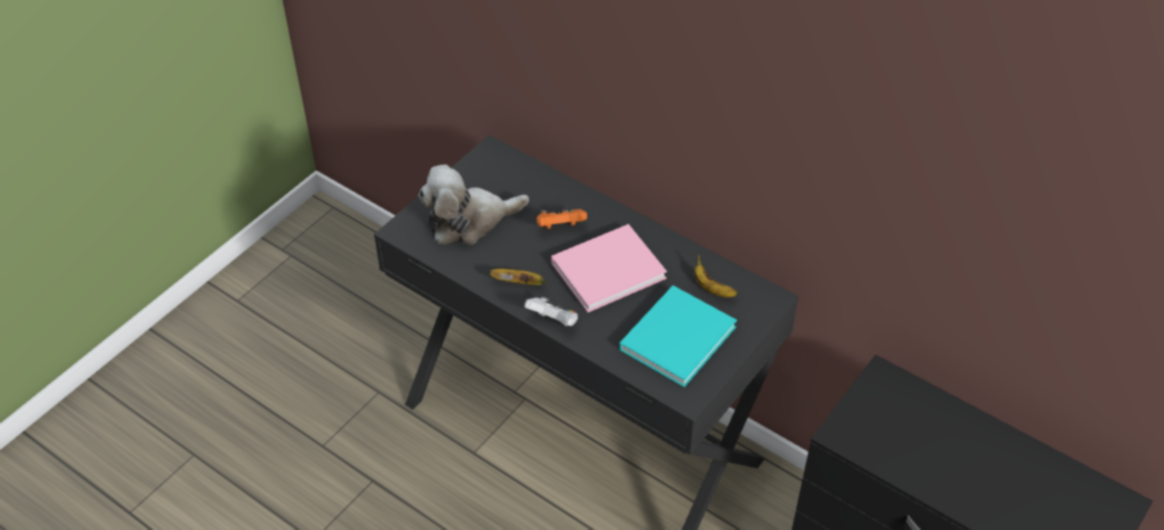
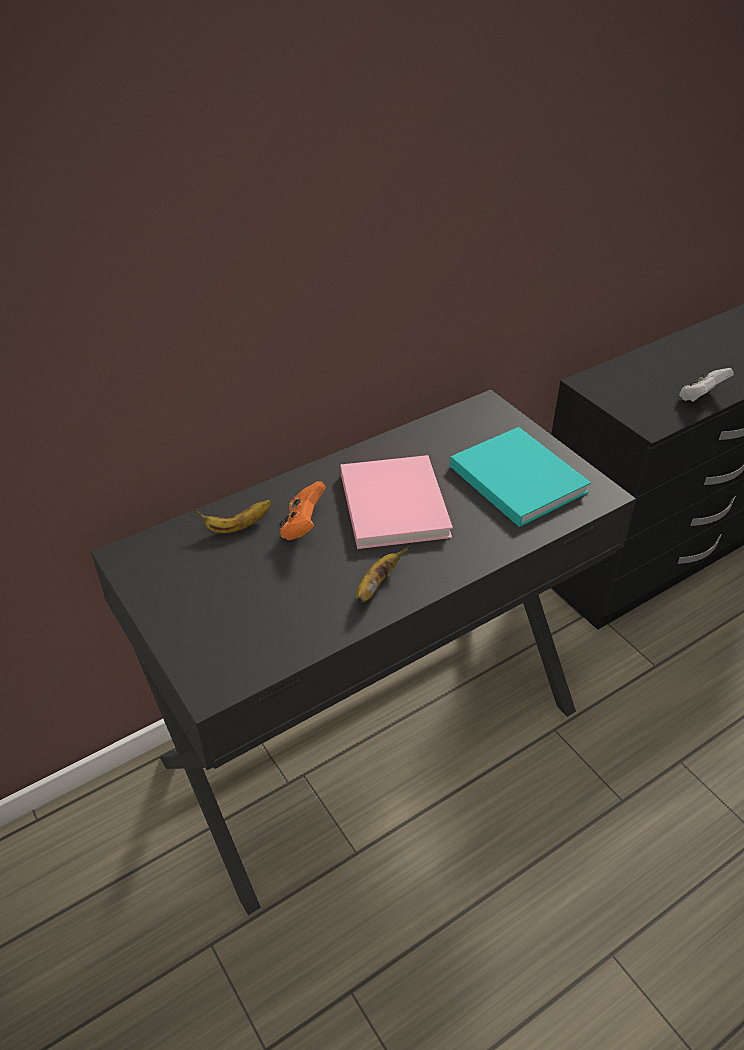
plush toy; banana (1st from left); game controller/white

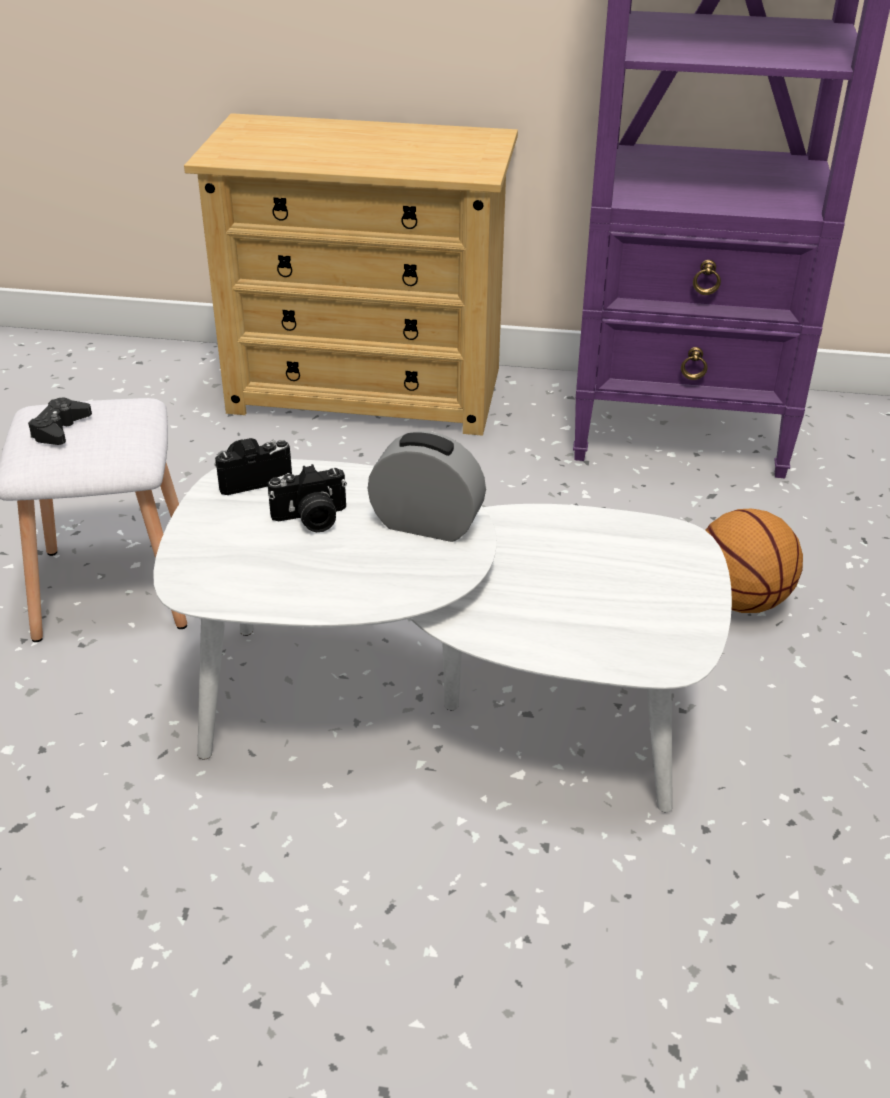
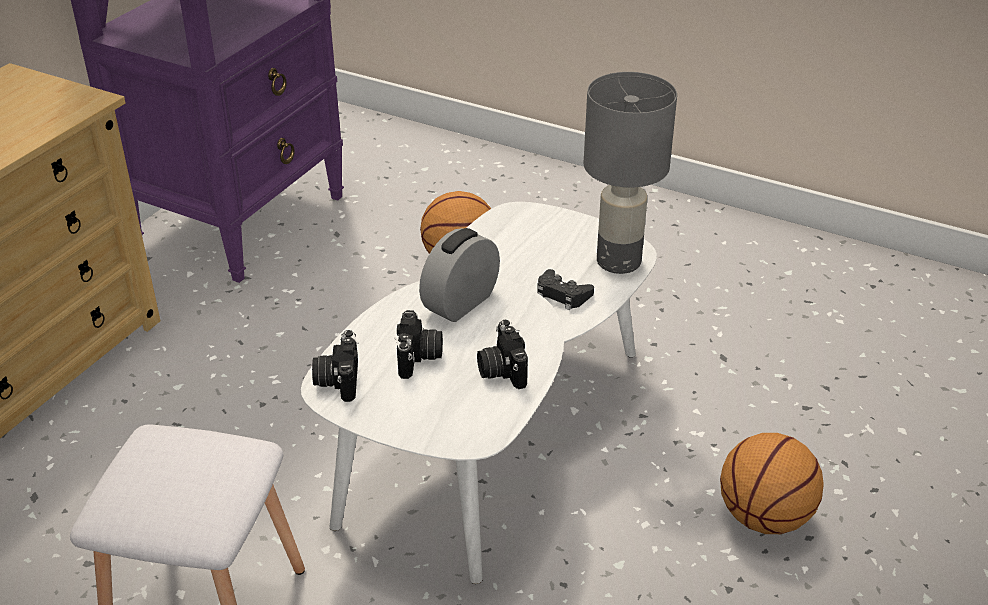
game controller/black; table lamp/grey; photo camera (3rd from left); basketball (2nd from left)

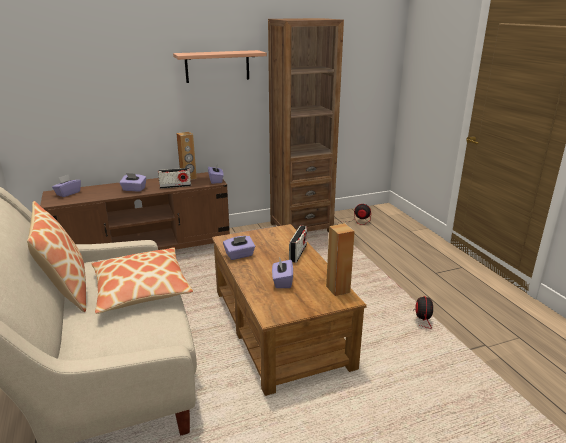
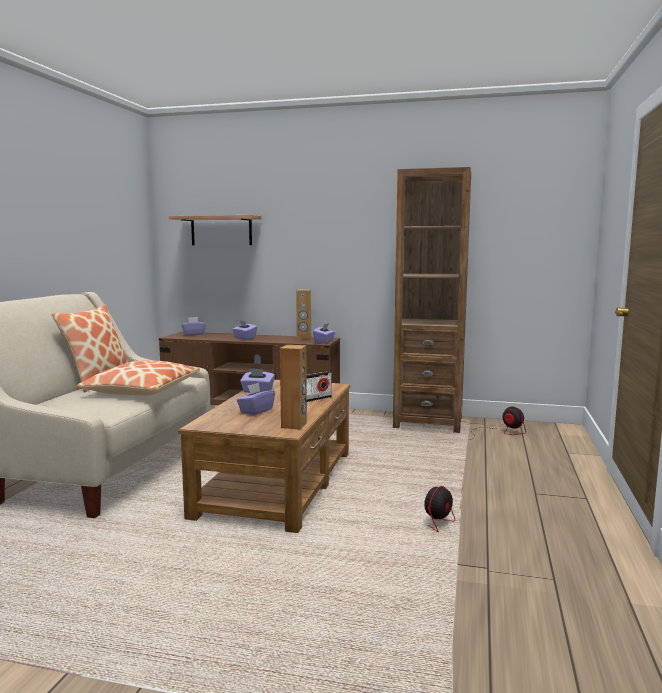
shelf; radio (1st from left in the first image)

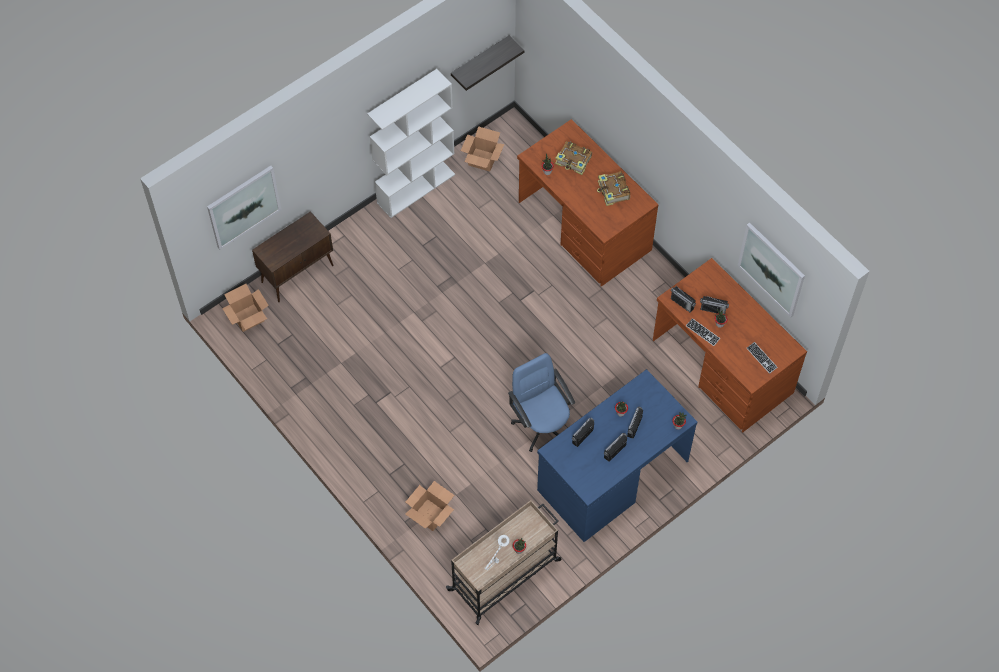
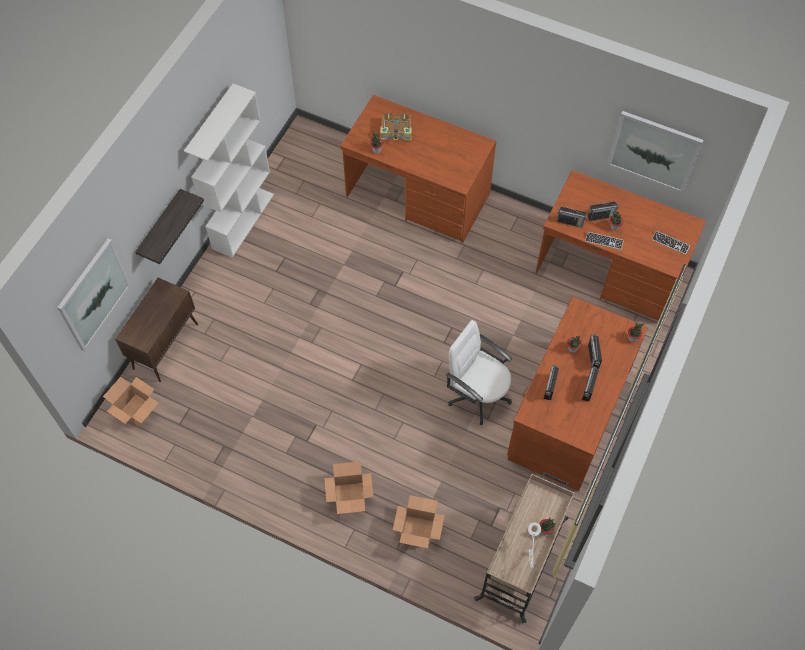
shelf; cardboard box (2nd from left); book (2nd from left in the first image); office chair/white; desk/brown (2nd from left)

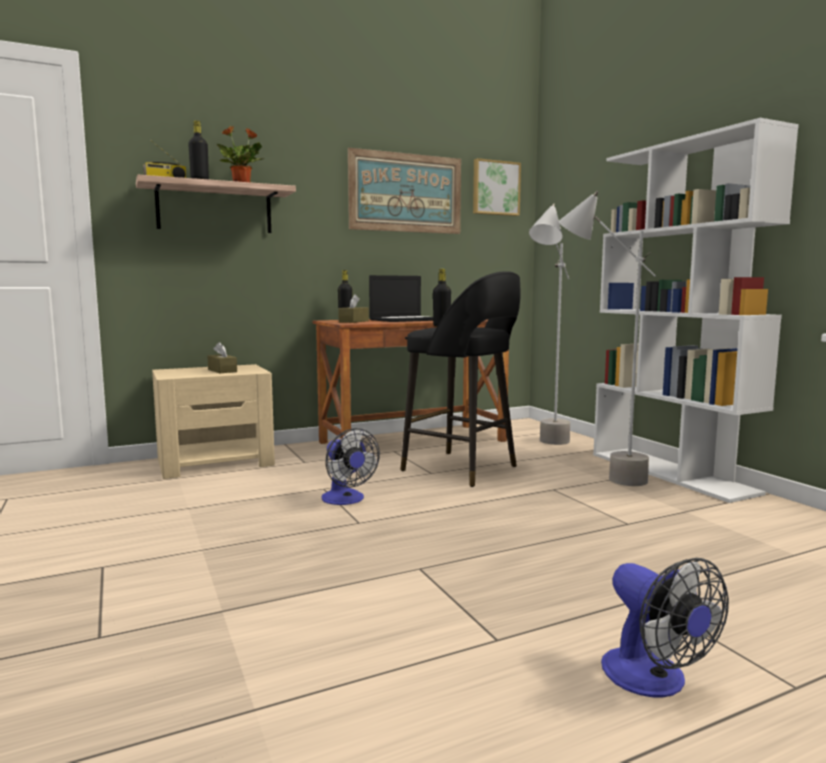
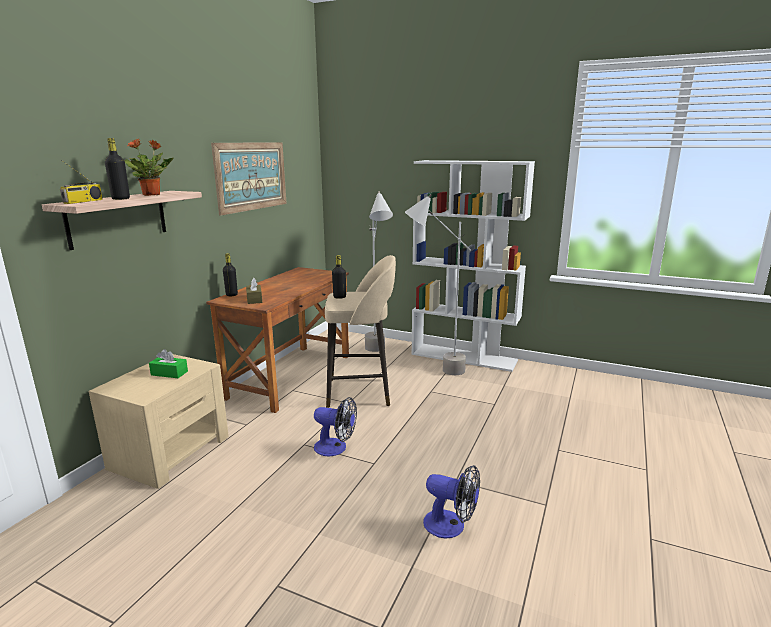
picture (2nd from left in the first image); stool/beige; laptop; tissue box/green; fan (2nd from left)

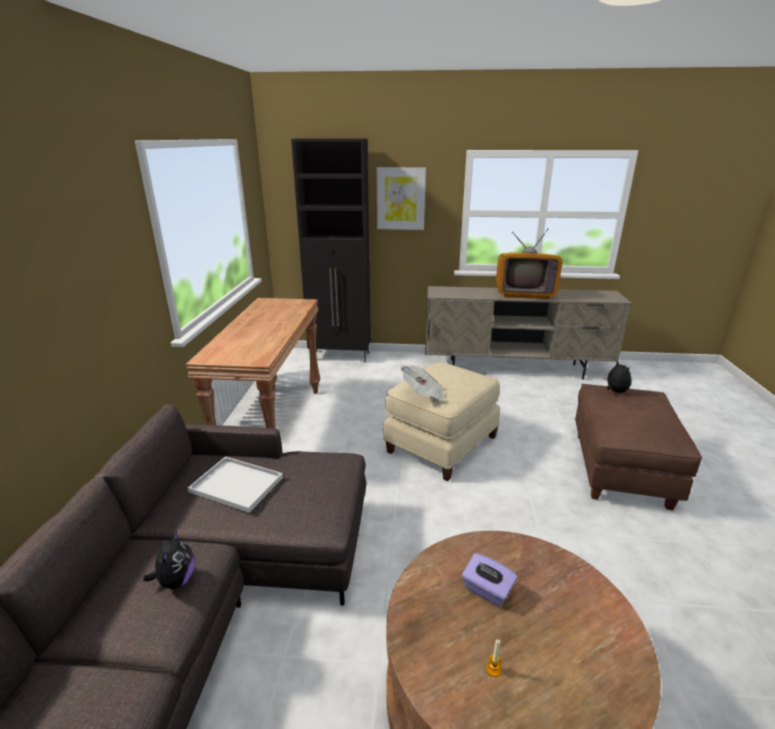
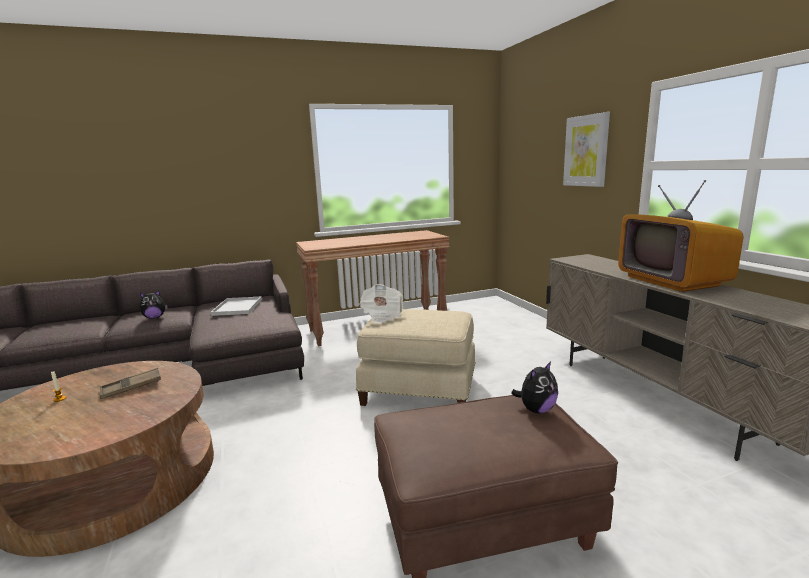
cabinet/black; tray/brown

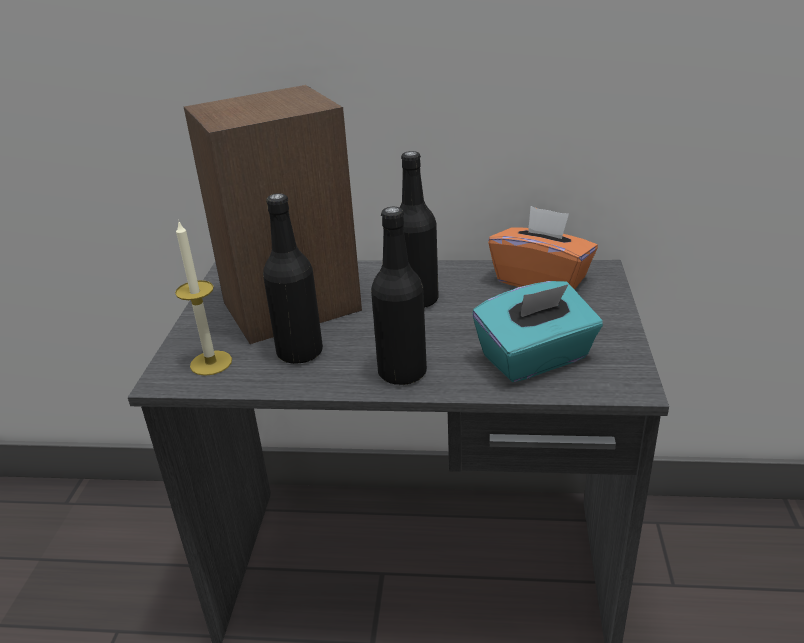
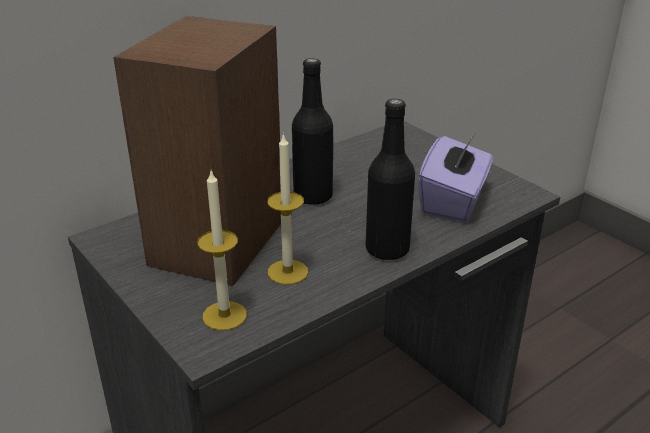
candle (2nd from left); tissue box/orange; tissue box/purple

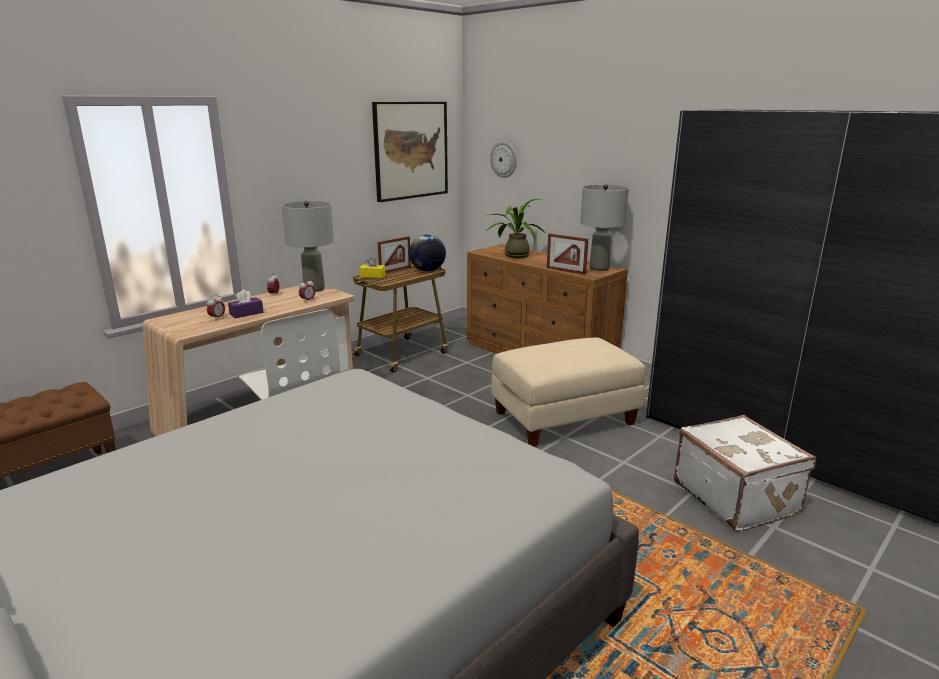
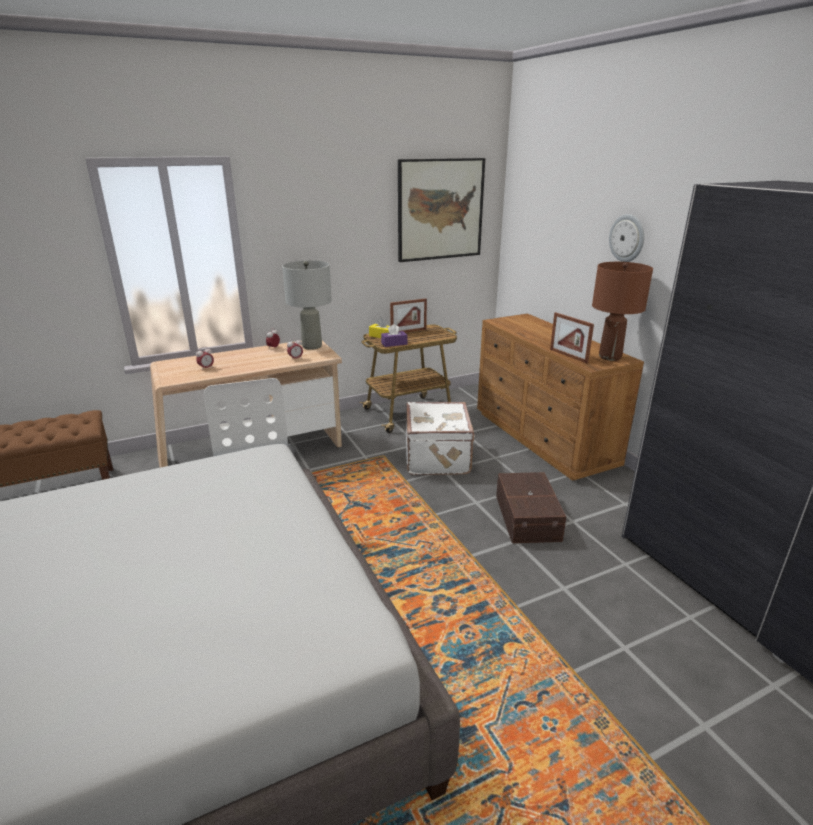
wall clock; table lamp/brown; potted plant; globe; tissue box/purple; storage box/brown; suitcase/white

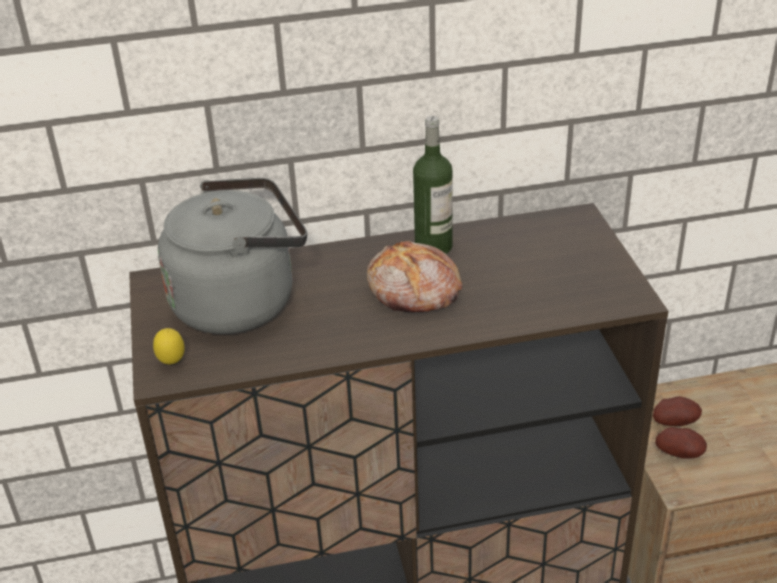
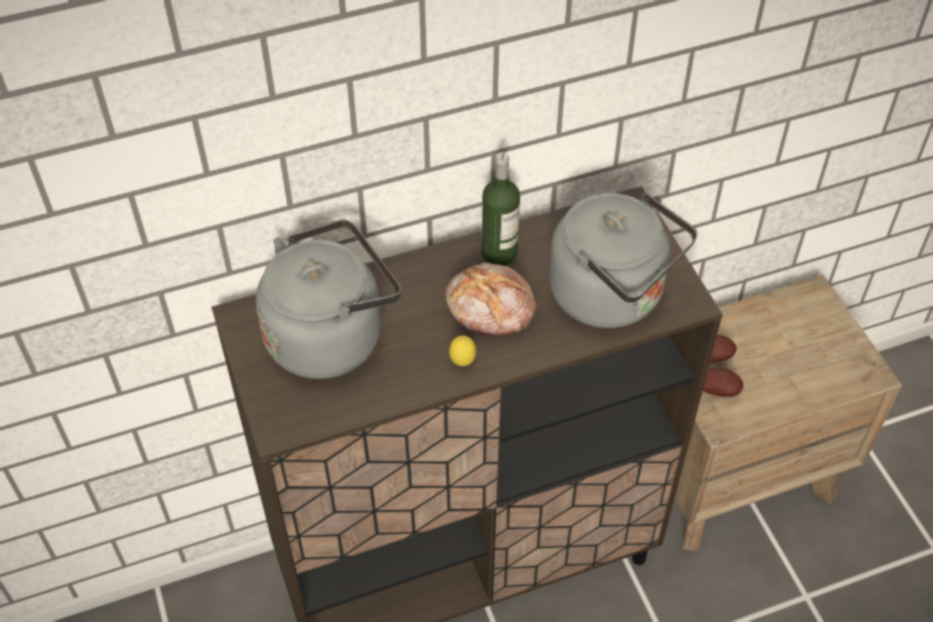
lemon; kettle/grey (2nd from left)

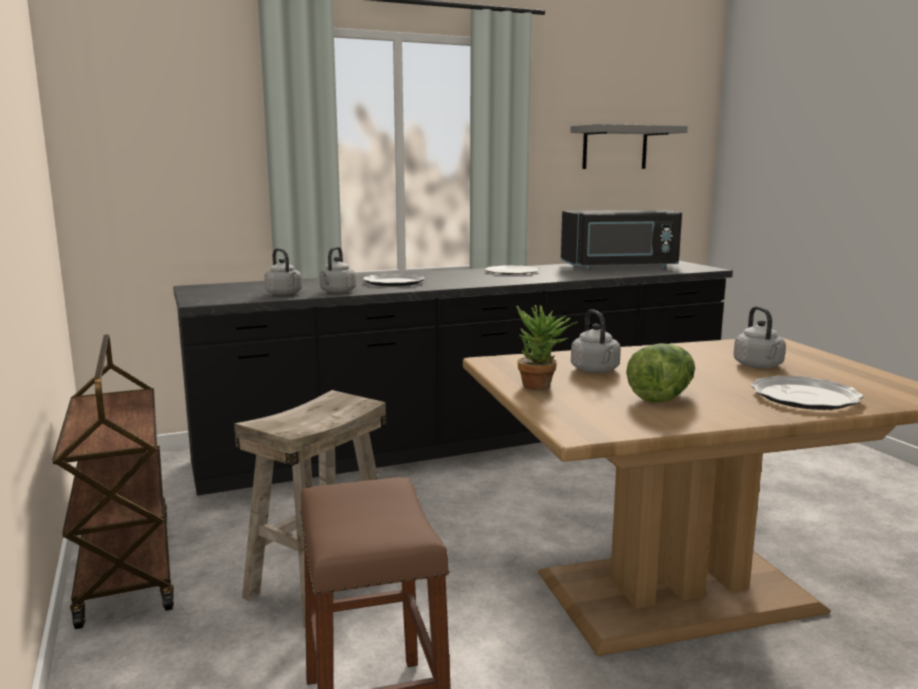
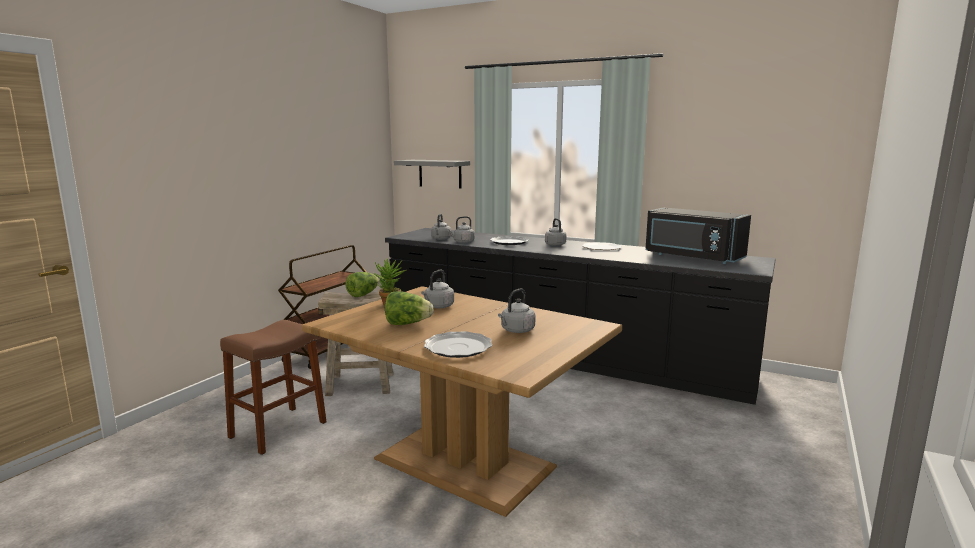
shelf/grey; kettle/grey (5th from left); lettuce (1st from left)

